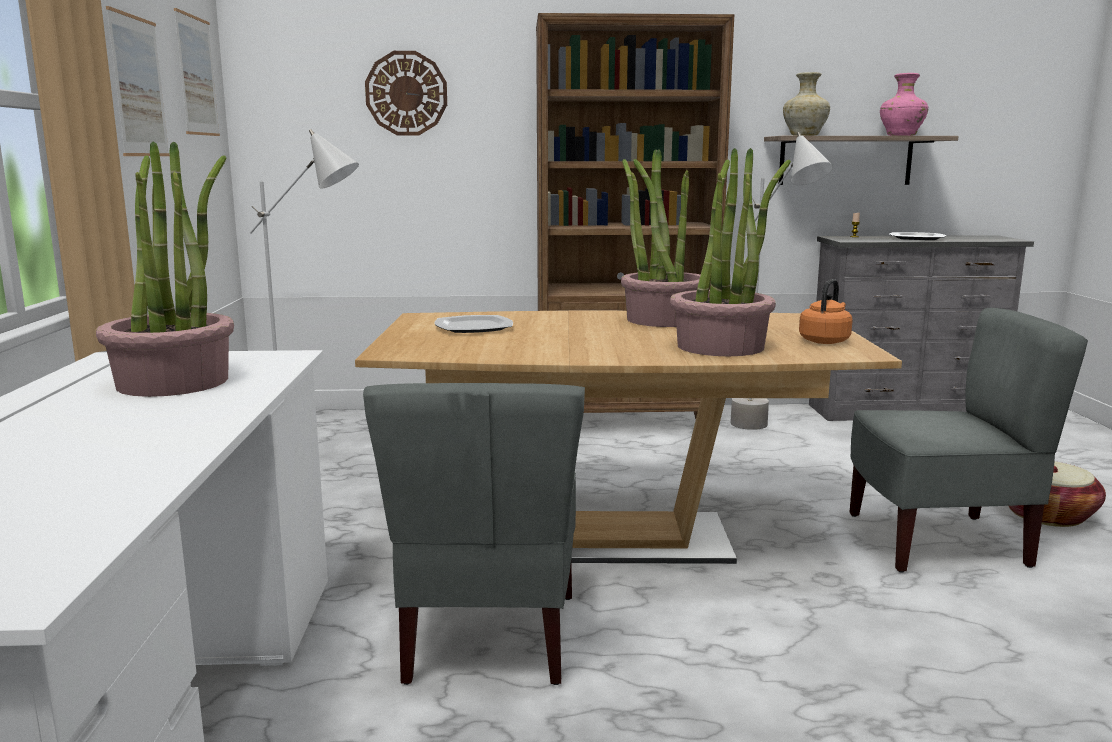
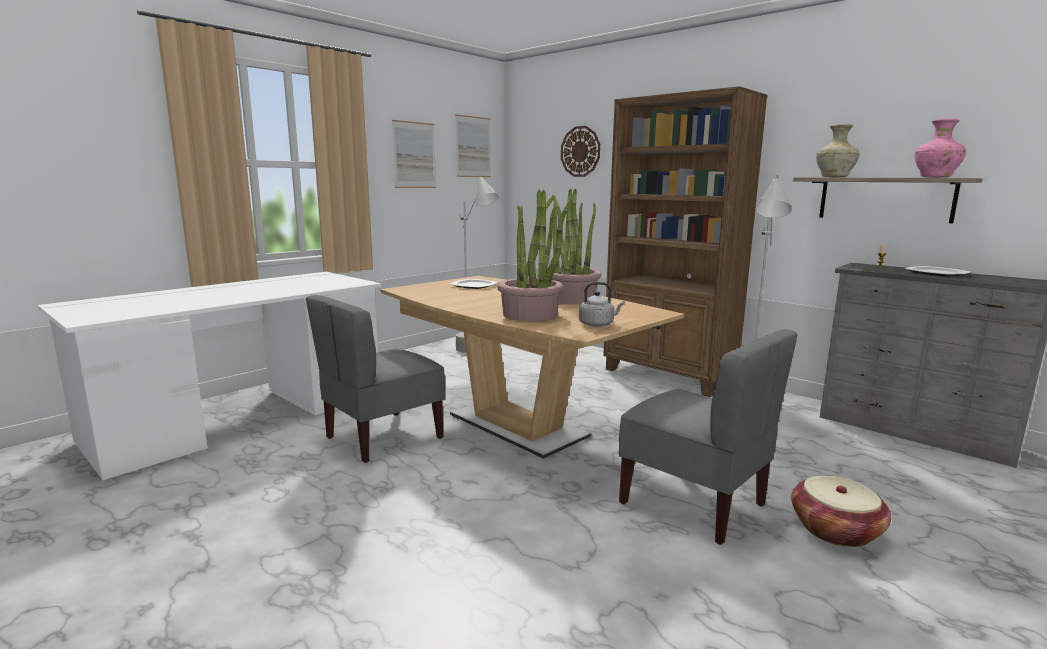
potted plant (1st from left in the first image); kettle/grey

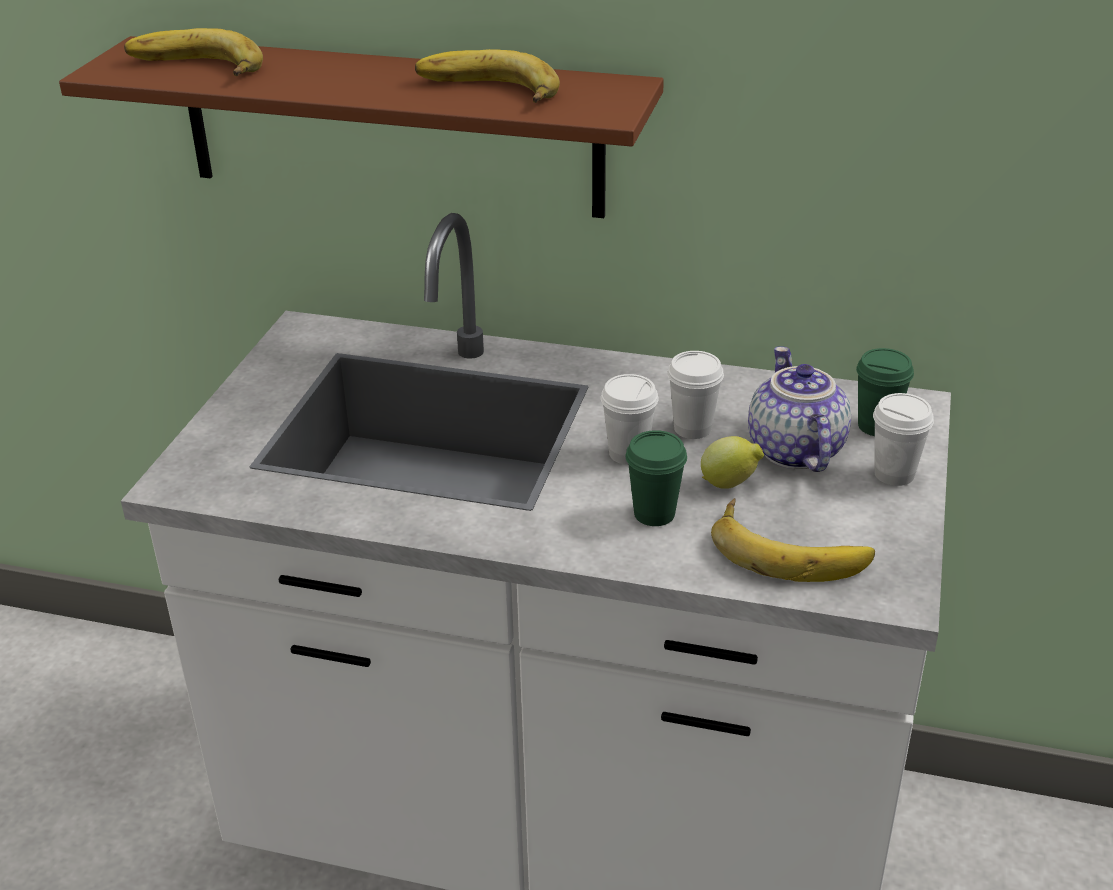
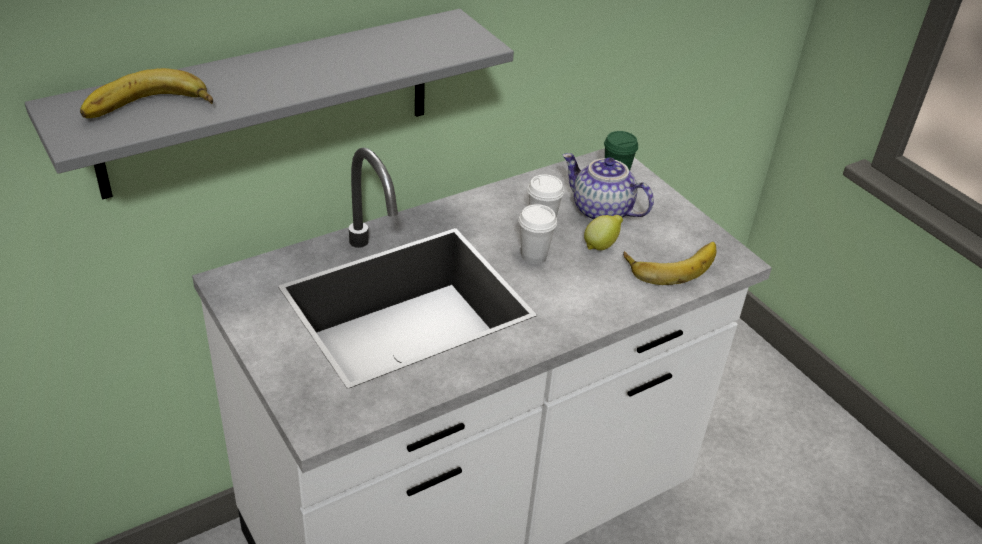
shelf/grey; banana (2nd from left in the first image); cup/white (3rd from left in the first image); cup/green (1st from left in the first image)

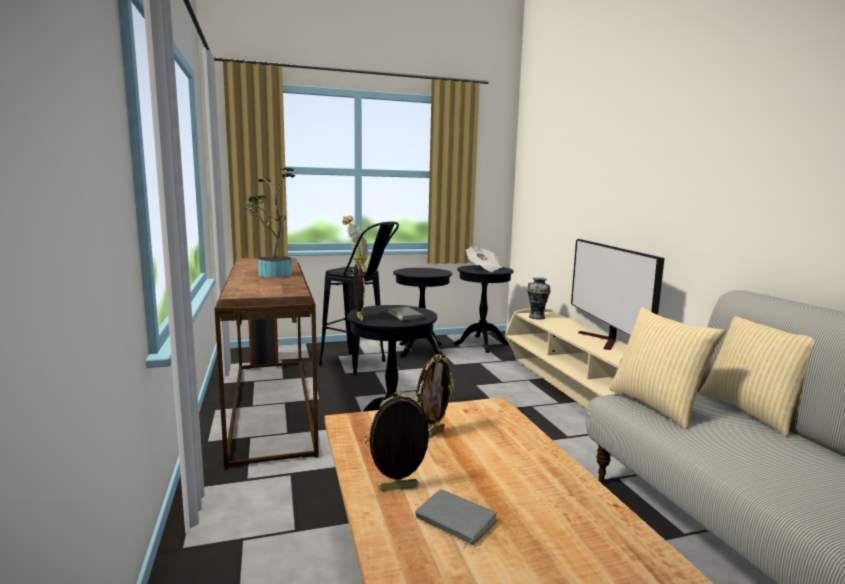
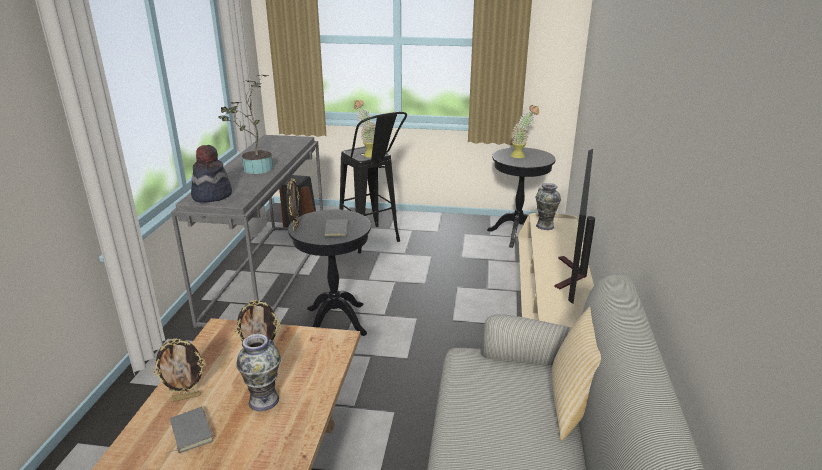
potted plant (3rd from left); console table/grey; side table/black (2nd from left in the first image); pillow (1st from left in the first image); picture frame (1st from left); hat; vase (1st from left)

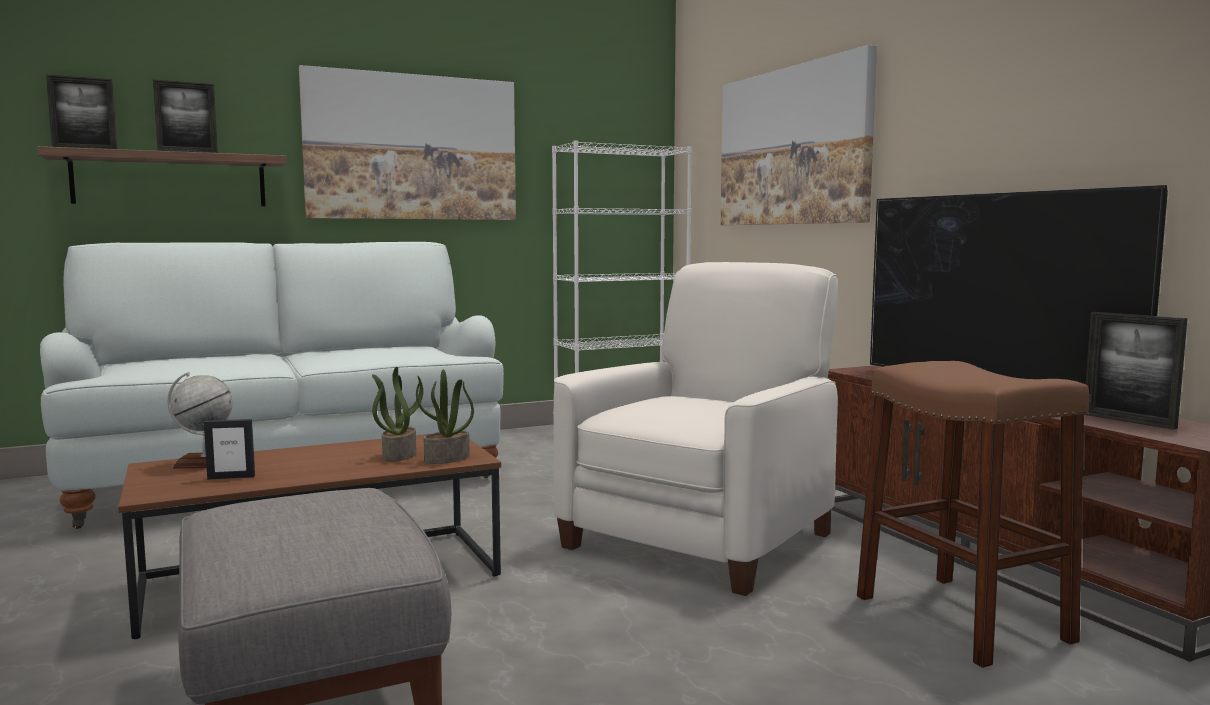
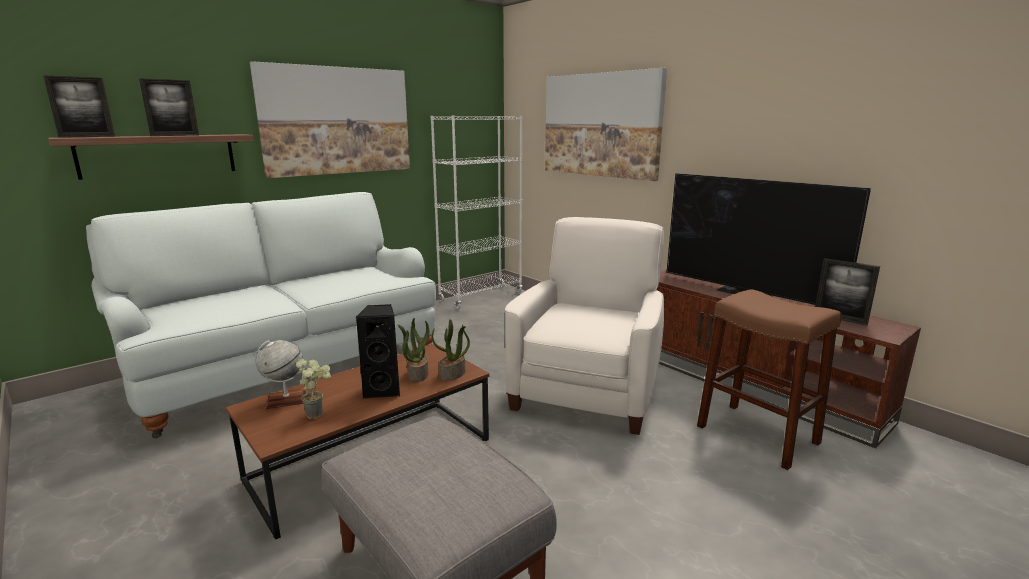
potted plant (1st from left); speaker/black

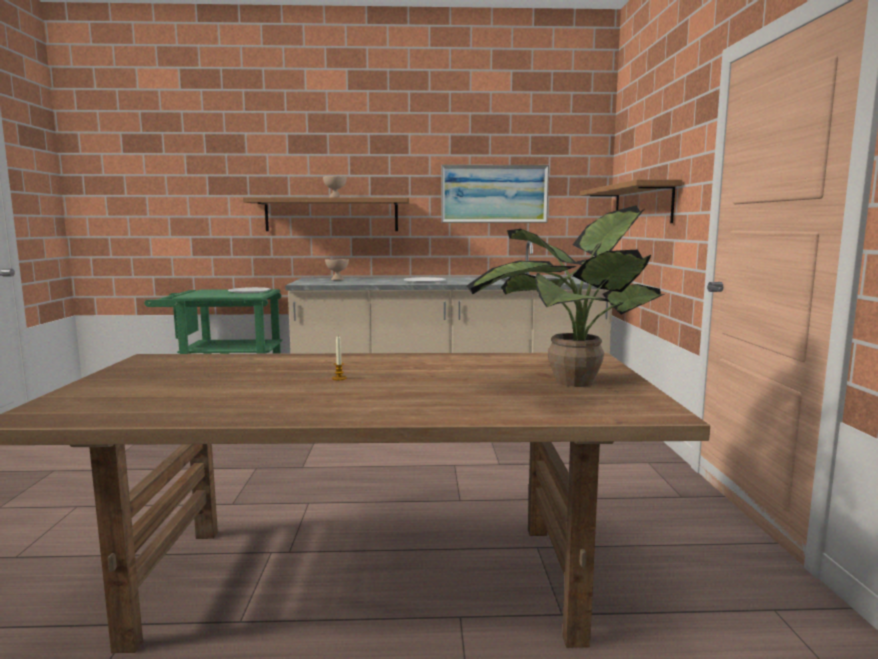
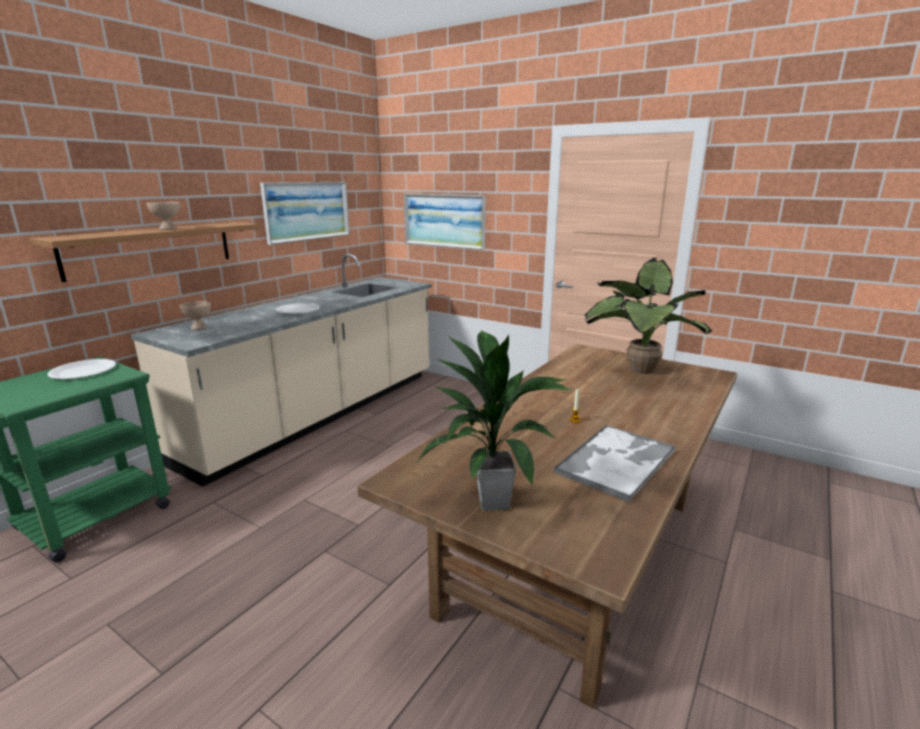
picture (2nd from left); potted plant (1st from left); tray

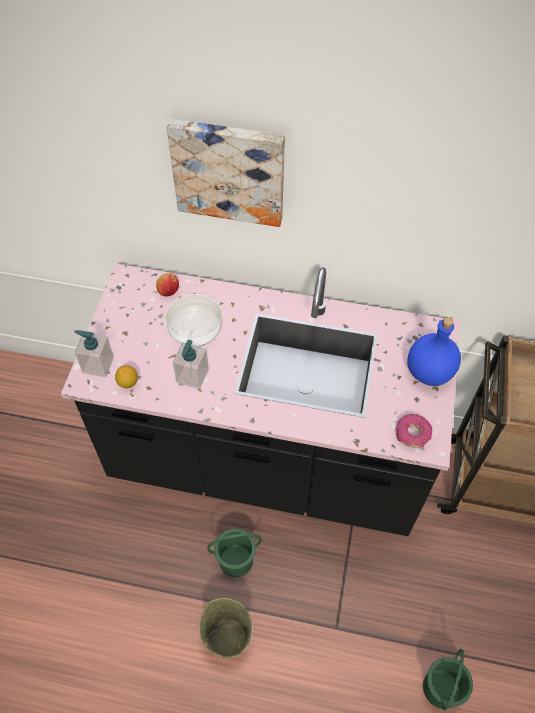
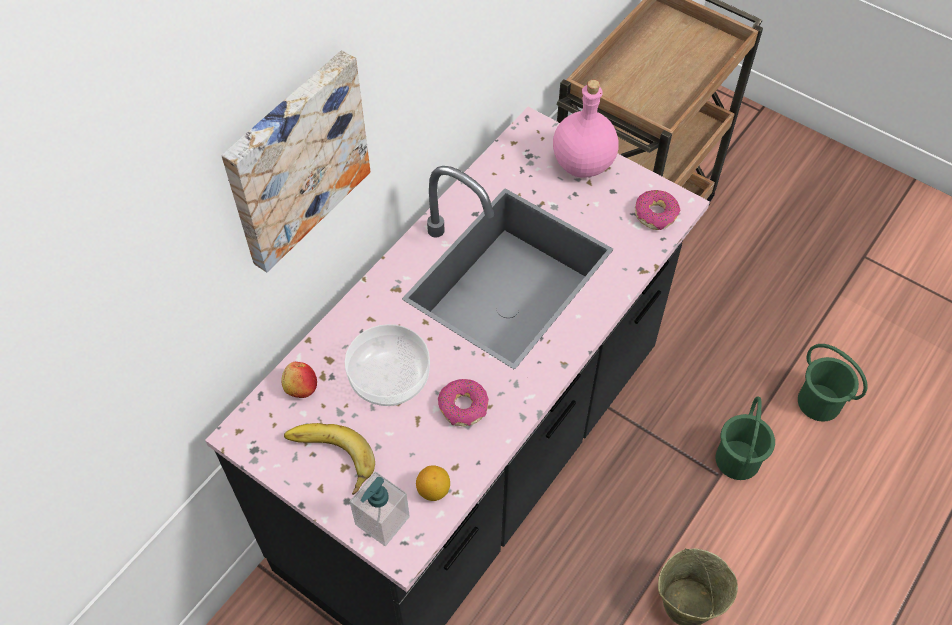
bottle/pink; donut (1st from left); bucket/green (1st from left); banana

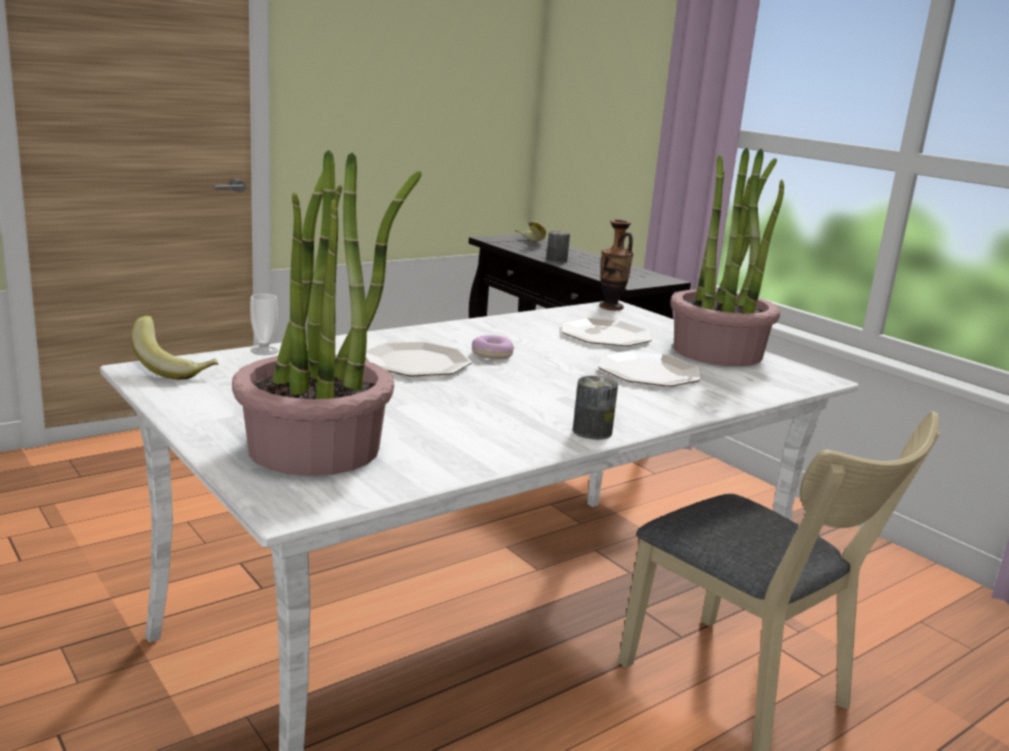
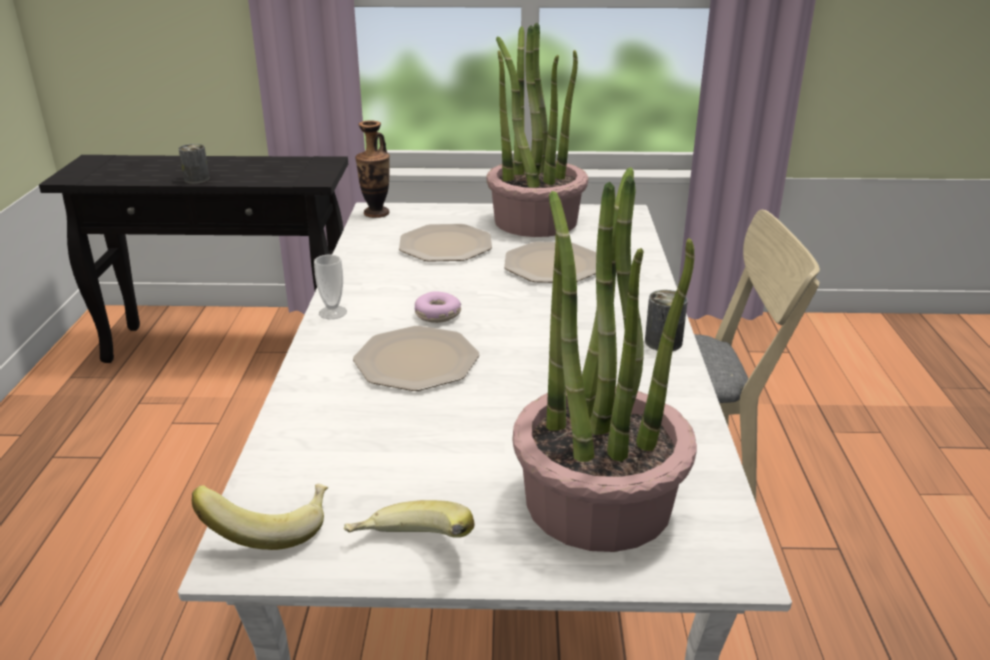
banana (2nd from left); cup

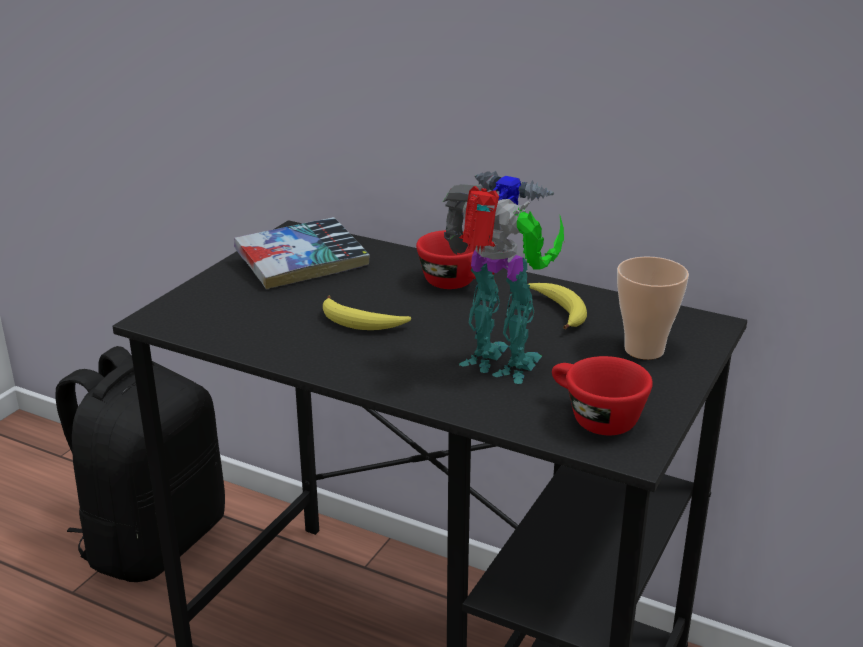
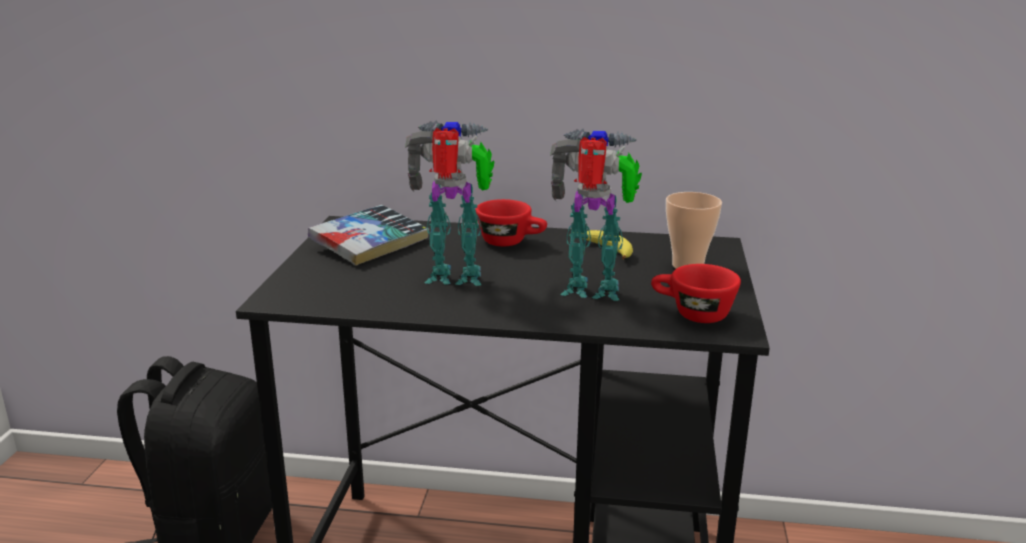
toy robot (1st from left)

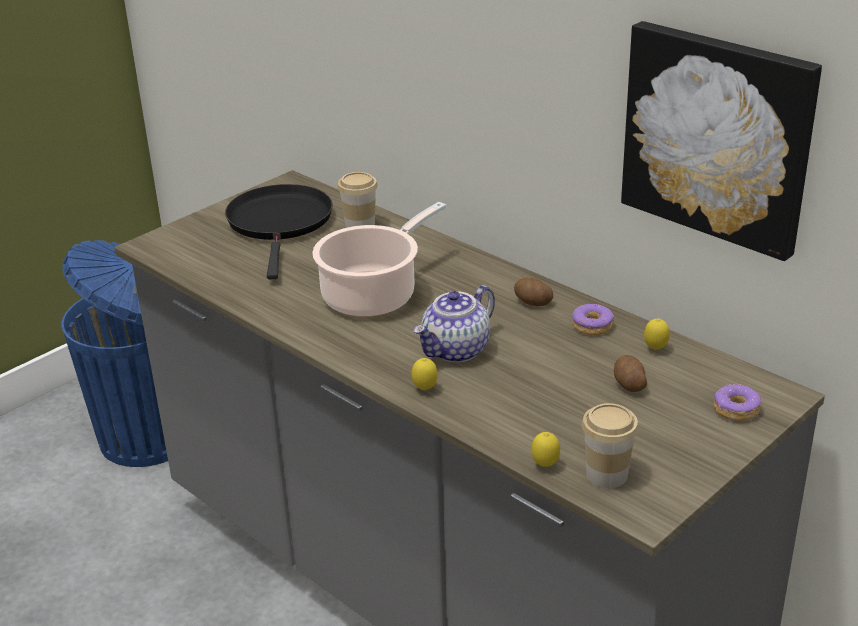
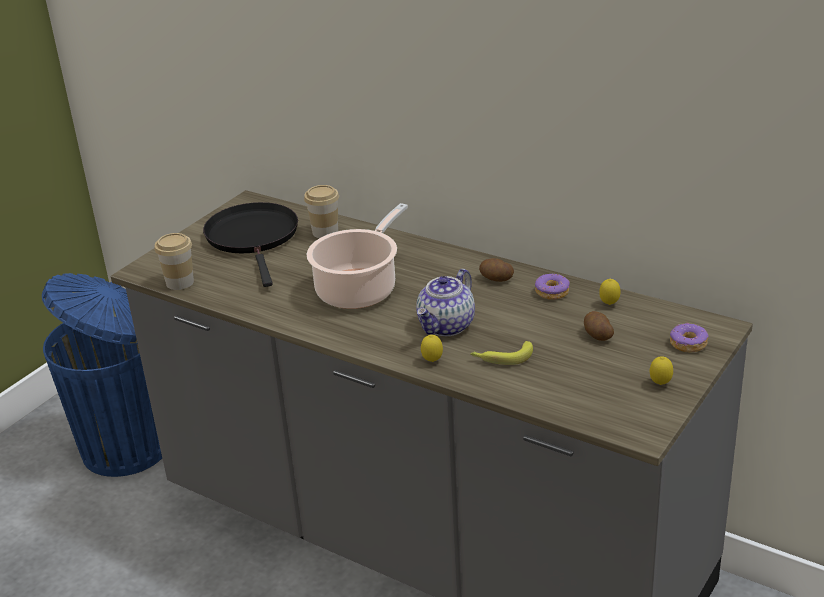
picture; cup (1st from left); lemon (3rd from left); banana

